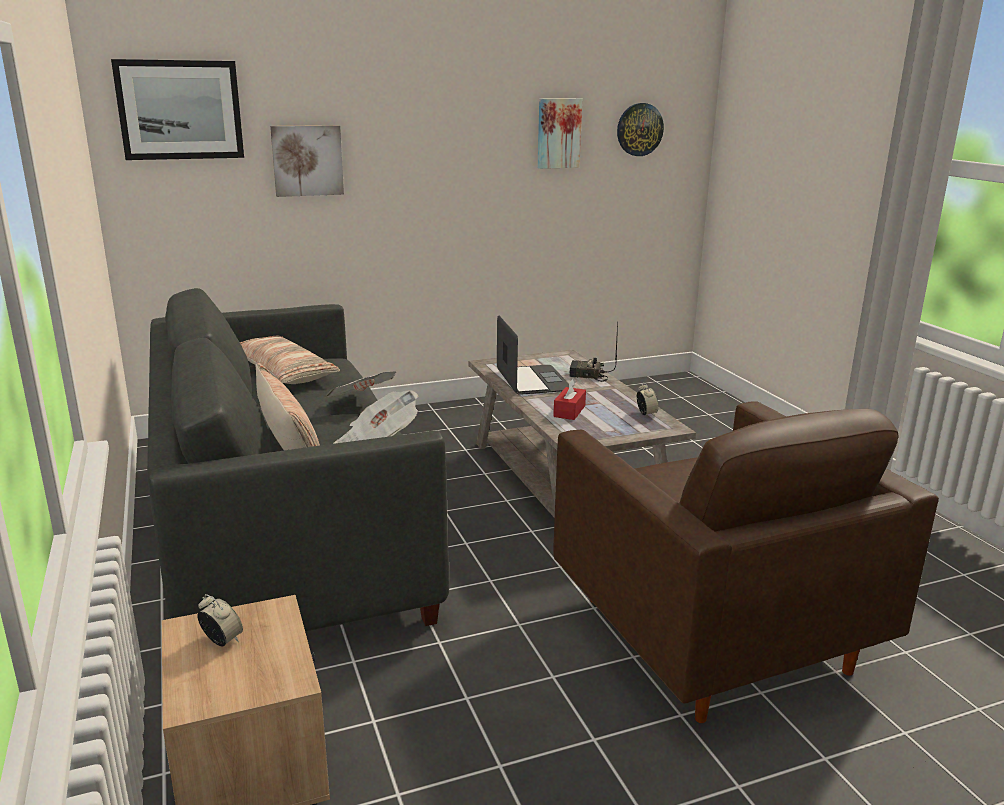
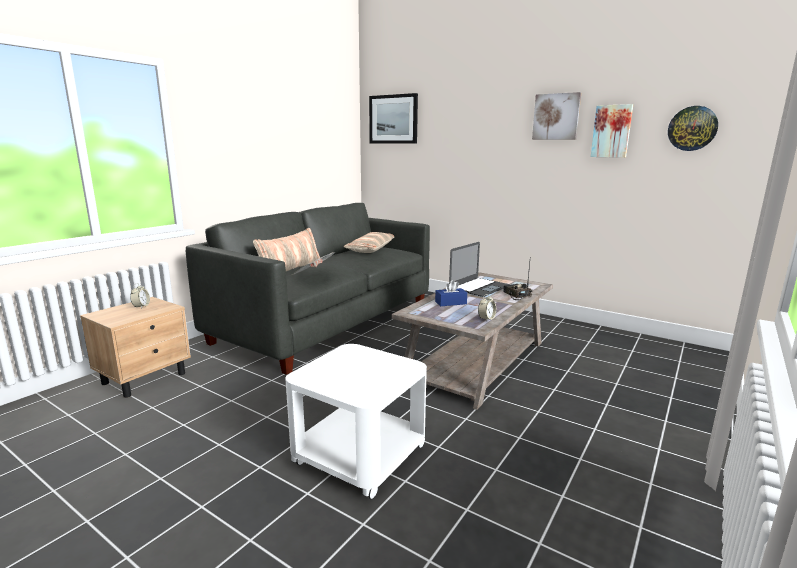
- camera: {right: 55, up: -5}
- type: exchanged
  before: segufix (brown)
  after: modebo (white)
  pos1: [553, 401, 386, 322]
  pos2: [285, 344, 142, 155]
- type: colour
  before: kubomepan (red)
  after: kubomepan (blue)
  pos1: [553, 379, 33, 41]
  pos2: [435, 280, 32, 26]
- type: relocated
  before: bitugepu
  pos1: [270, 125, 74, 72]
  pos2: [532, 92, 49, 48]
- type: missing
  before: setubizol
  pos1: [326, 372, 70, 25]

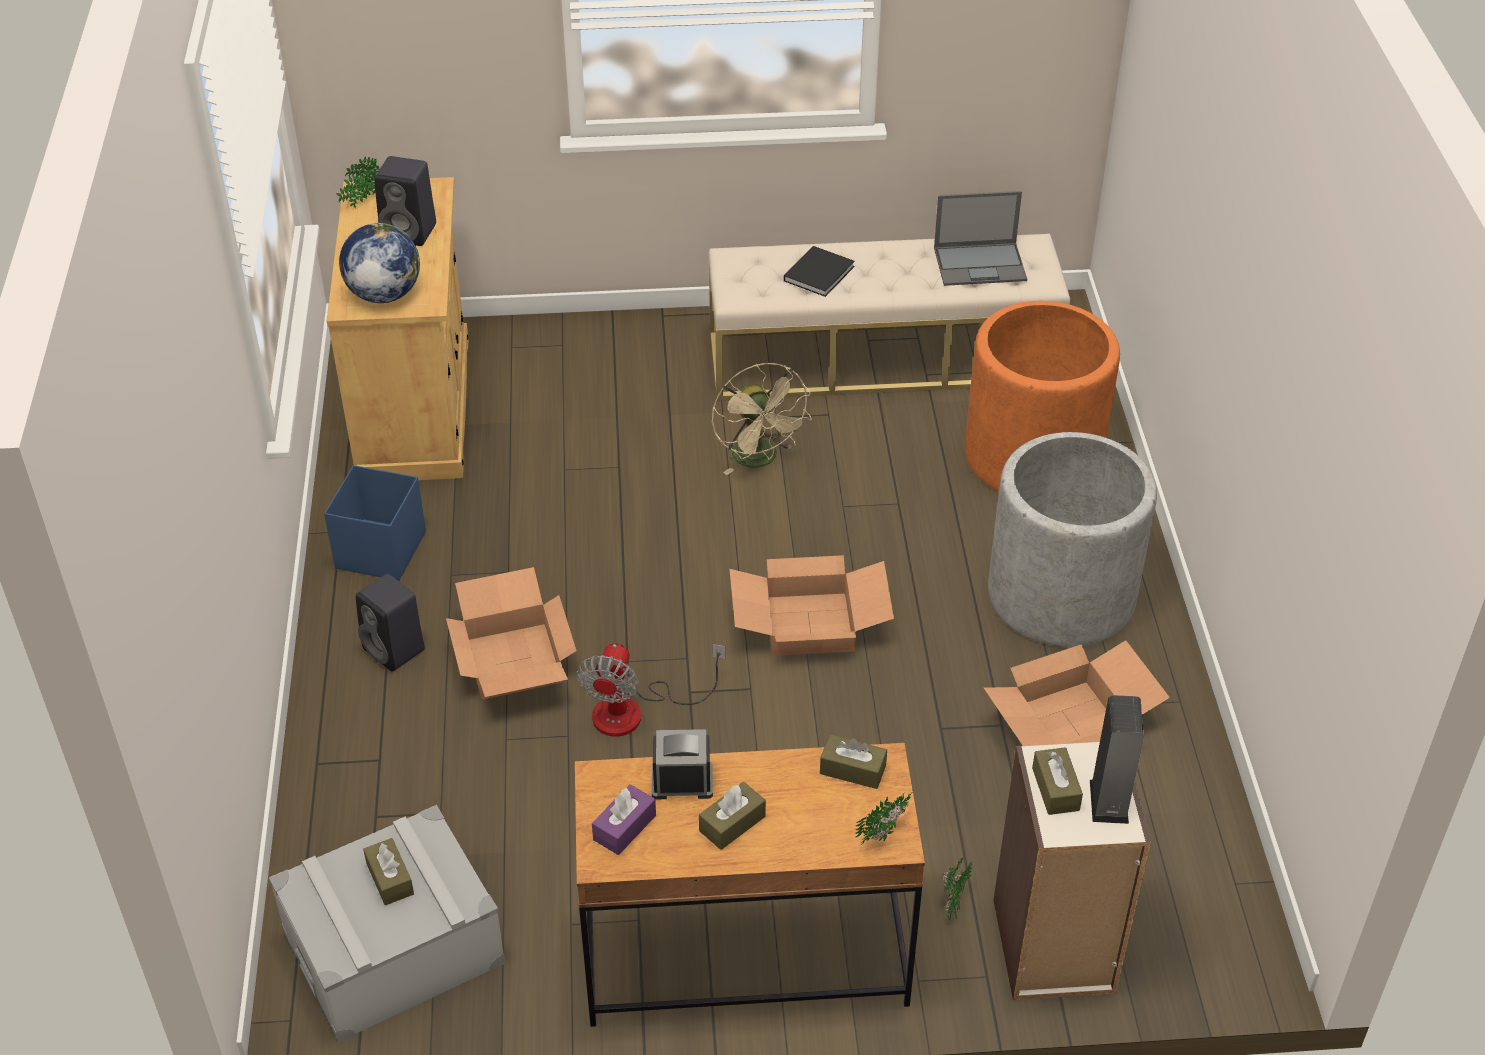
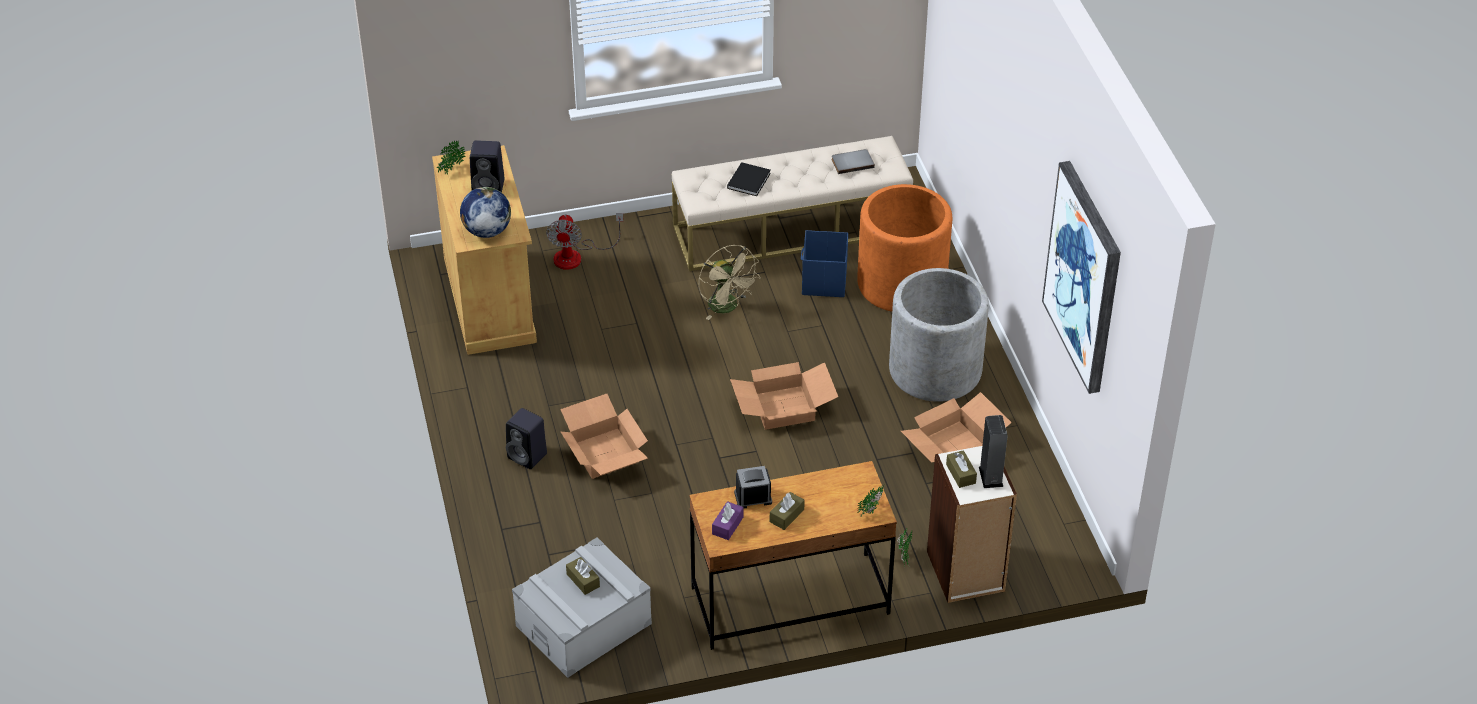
- camera: {right: -10, up: 0}
- type: relocated
  before: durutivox
  pos1: [577, 643, 148, 94]
  pos2: [546, 213, 78, 57]
- type: relocated
  before: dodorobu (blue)
  pos1: [324, 465, 102, 116]
  pos2: [801, 230, 47, 67]
- type: exchanged
  before: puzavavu
  after: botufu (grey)
  pos1: [934, 191, 93, 95]
  pos2: [832, 149, 43, 25]
- type: appeared
  after: bitugepu
  pos2: [1042, 161, 79, 233]
- type: missing
  before: kubomepan (brown)
  pos1: [820, 734, 67, 55]

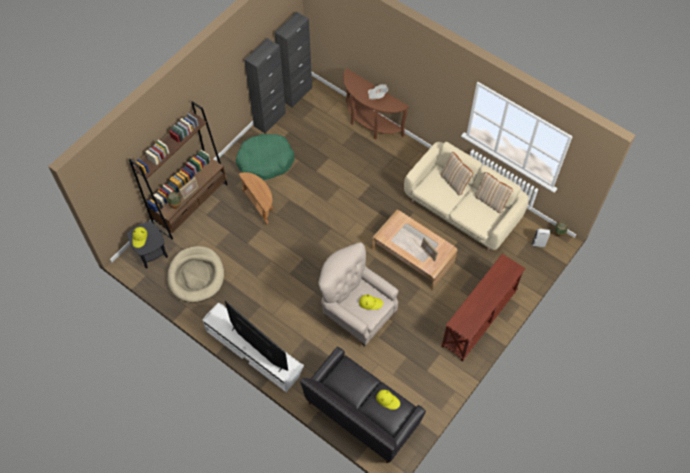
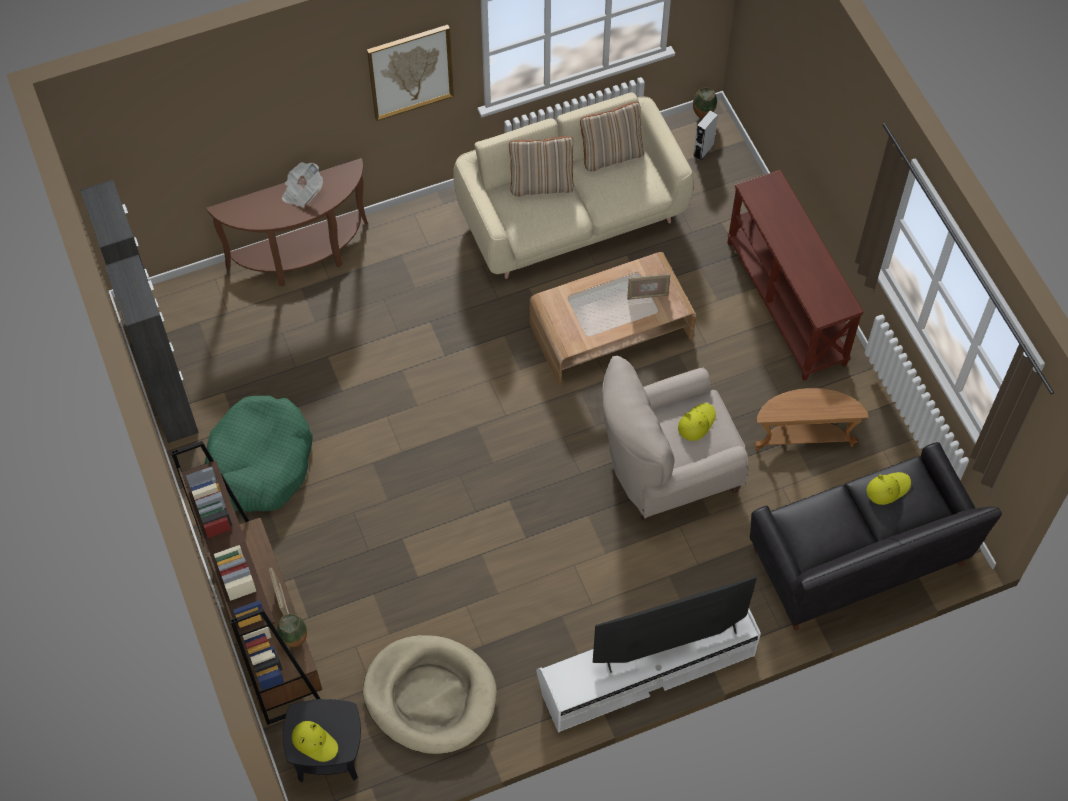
- camera: {right: -60, up: 0}
- type: appeared
  after: bitugepu
  pos2: [367, 25, 87, 96]
- type: relocated
  before: modebo (brown)
  pos1: [239, 172, 34, 53]
  pos2: [755, 388, 114, 63]

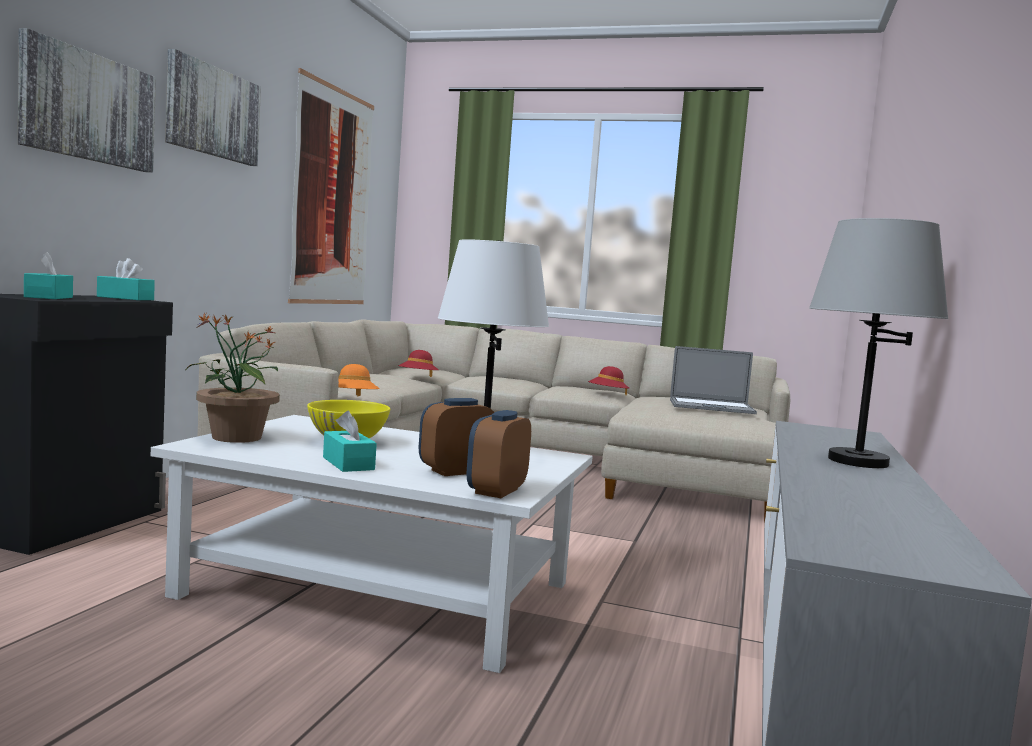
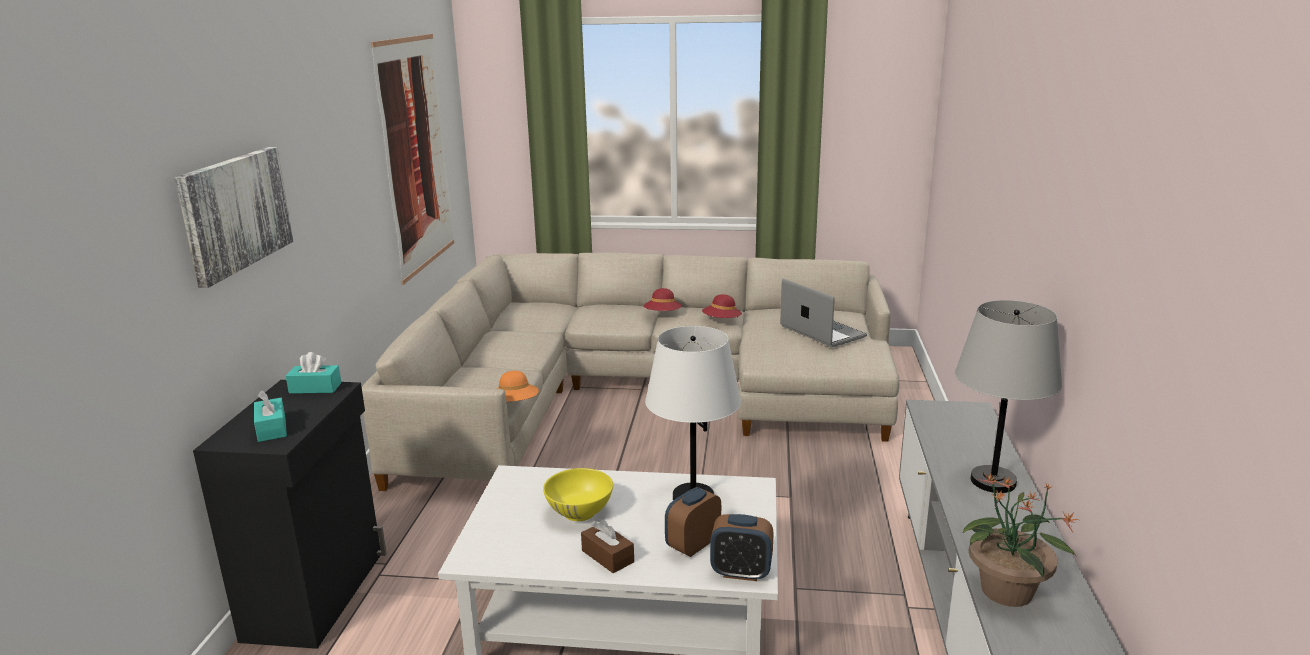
- camera: {right: -10, up: 15}
- type: colour
  before: kubomepan (turquoise)
  after: kubomepan (brown)
  pos1: [323, 411, 54, 61]
  pos2: [581, 520, 53, 53]
- type: relocated
  before: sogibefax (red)
  pos1: [398, 350, 41, 27]
  pos2: [644, 288, 38, 23]
- type: spun
  before: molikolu
  pos1: [467, 410, 64, 88]
  pos2: [710, 514, 64, 67]
  turn: -90
- type: spun
  before: puzavavu
  pos1: [670, 346, 87, 68]
  pos2: [780, 278, 87, 69]
  turn: -120
- type: relocated
  before: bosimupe
  pos1: [186, 312, 94, 131]
  pos2: [963, 473, 115, 134]
- type: missing
  before: bitugepu
  pos1: [165, 49, 96, 117]

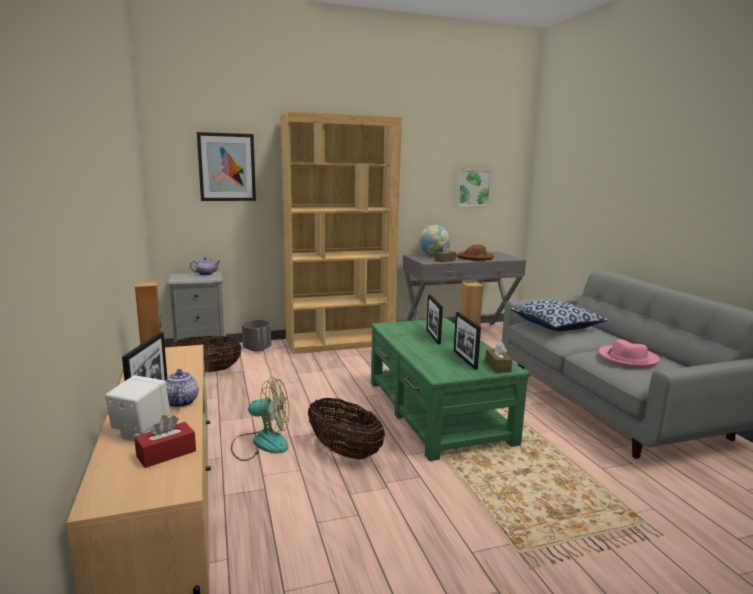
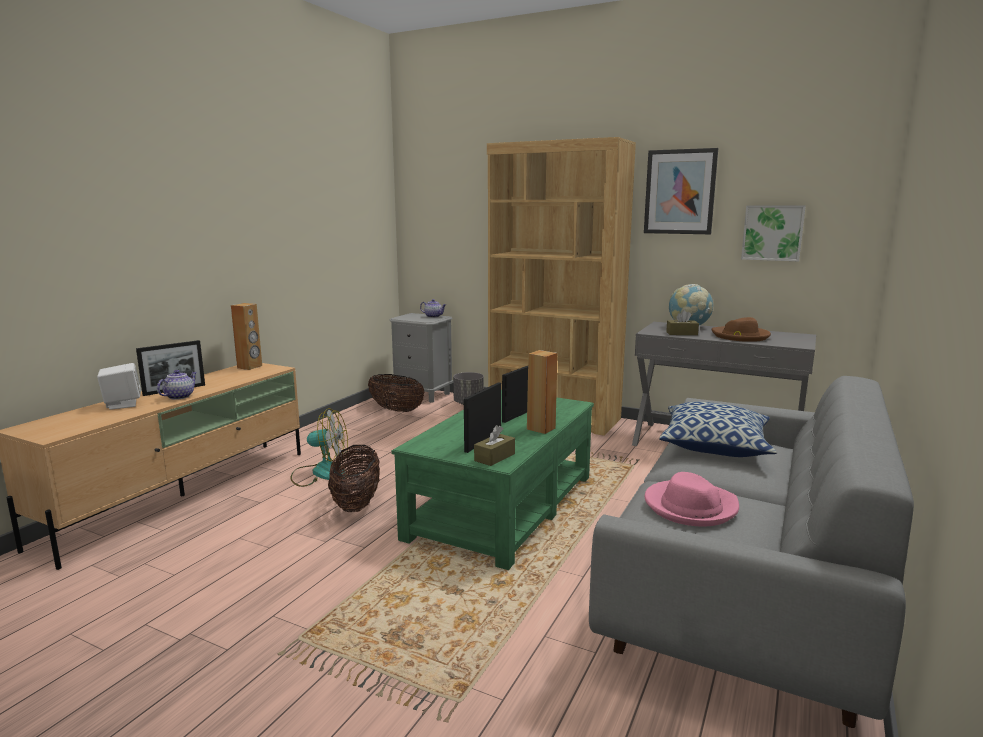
- camera: {right: 45, up: 0}
- type: spun
  before: durutivox
  pos1: [231, 377, 58, 84]
  pos2: [290, 408, 58, 79]
  turn: -45
- type: relocated
  before: bitugepu
  pos1: [197, 132, 59, 69]
  pos2: [644, 148, 74, 86]
- type: missing
  before: kubomepan (red)
  pos1: [134, 415, 62, 53]

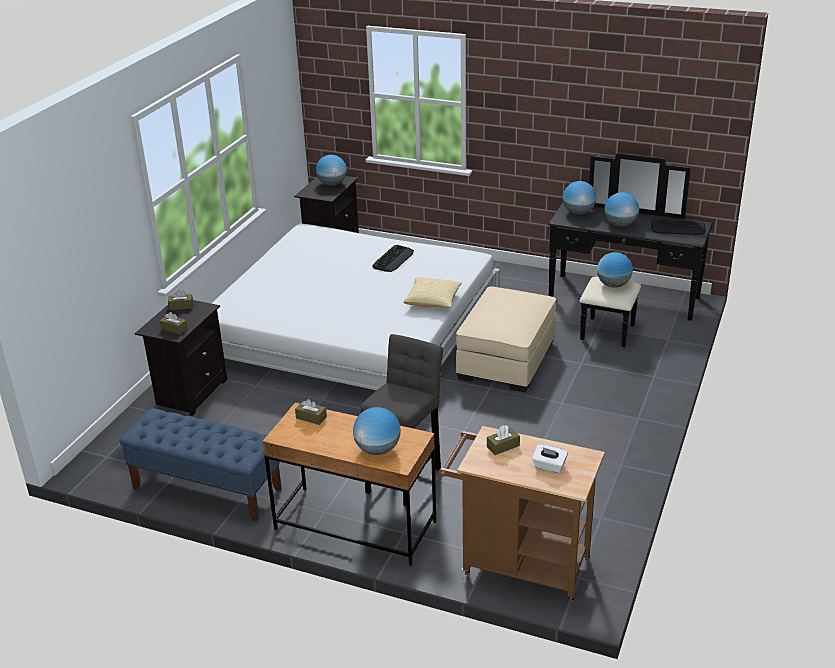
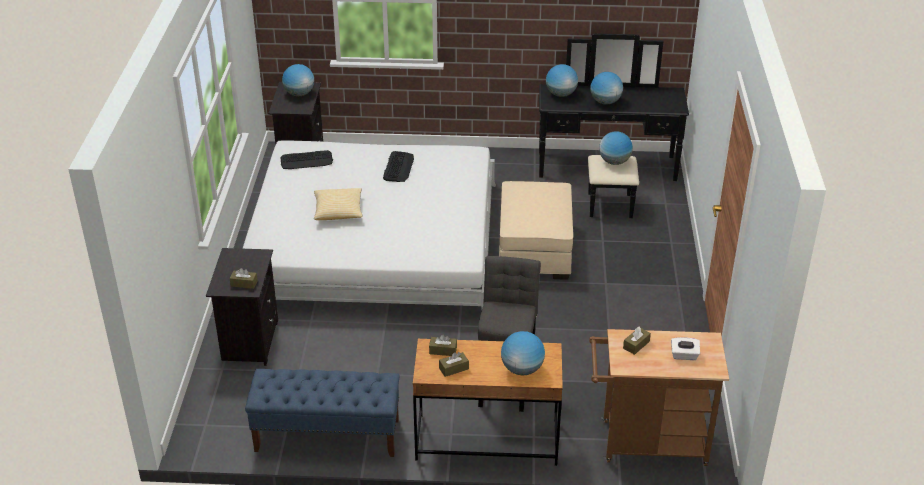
- camera: {right: -20, up: 5}
- type: relocated
  before: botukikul
  pos1: [651, 220, 55, 15]
  pos2: [280, 150, 53, 19]
- type: relocated
  before: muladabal
  pos1: [403, 277, 59, 31]
  pos2: [314, 188, 49, 32]
- type: relocated
  before: kubomepan (brown)
  pos1: [168, 290, 25, 20]
  pos2: [439, 352, 30, 25]

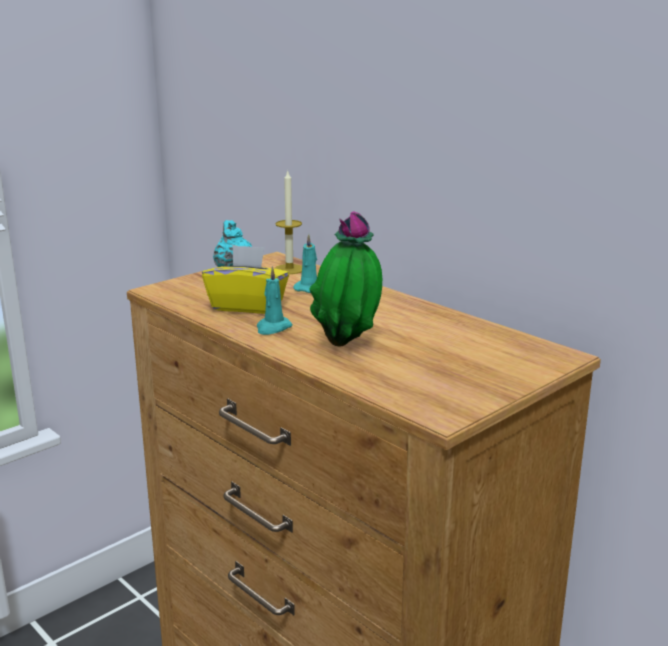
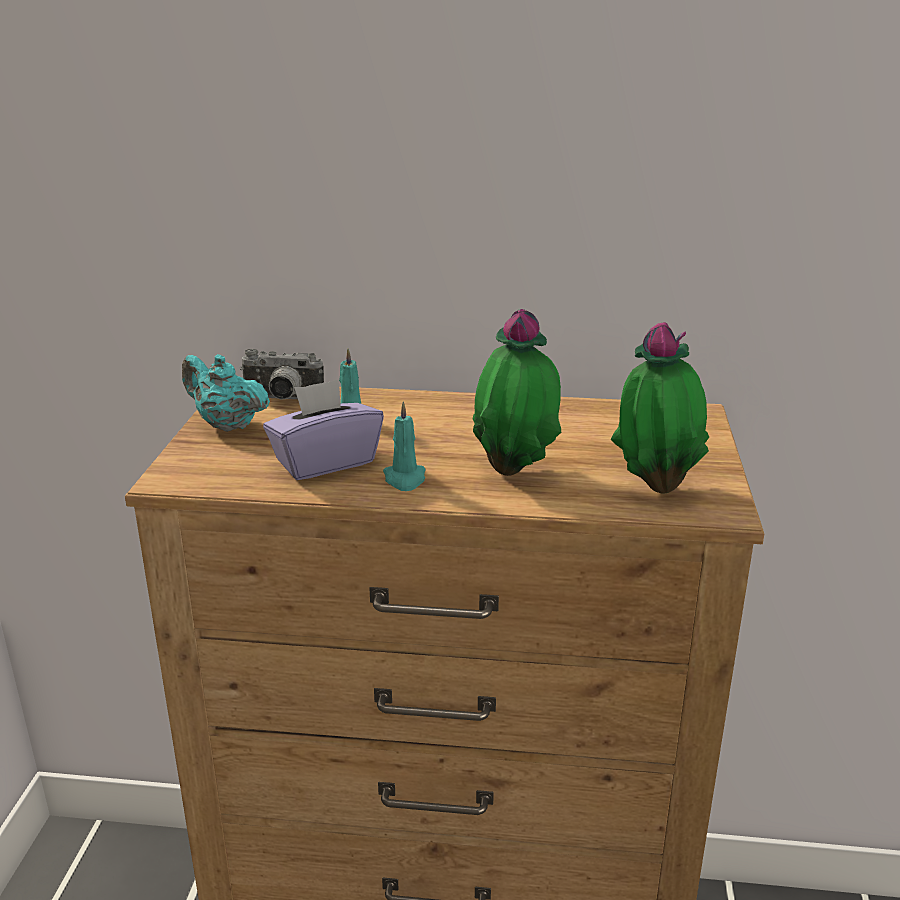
- camera: {right: -40, up: 5}
- type: exchanged
  before: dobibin
  after: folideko
  pos1: [274, 170, 28, 104]
  pos2: [240, 349, 84, 51]
- type: colour
  before: kubomepan (yellow)
  after: kubomepan (purple)
  pos1: [202, 245, 88, 69]
  pos2: [263, 379, 121, 101]
- type: appeared
  after: bosimupe
  pos2: [611, 322, 98, 172]

